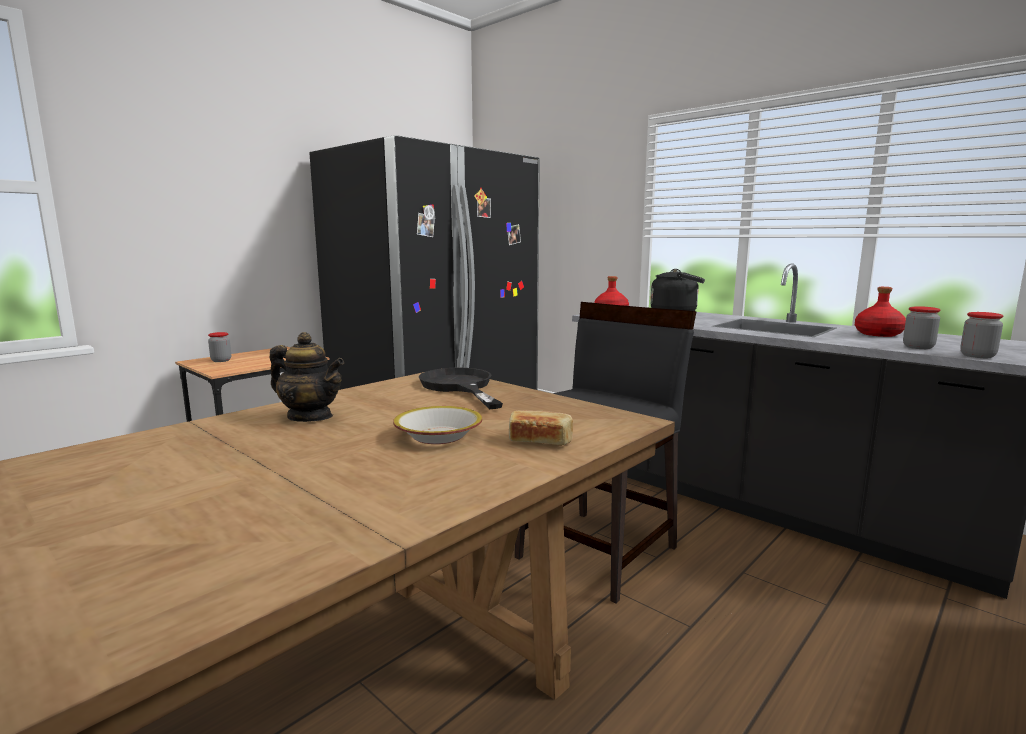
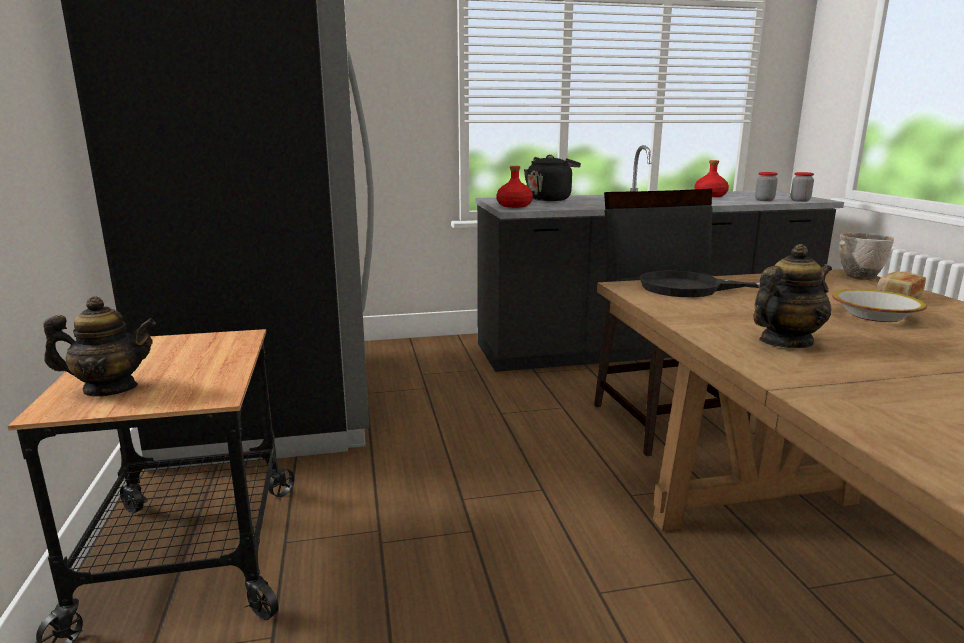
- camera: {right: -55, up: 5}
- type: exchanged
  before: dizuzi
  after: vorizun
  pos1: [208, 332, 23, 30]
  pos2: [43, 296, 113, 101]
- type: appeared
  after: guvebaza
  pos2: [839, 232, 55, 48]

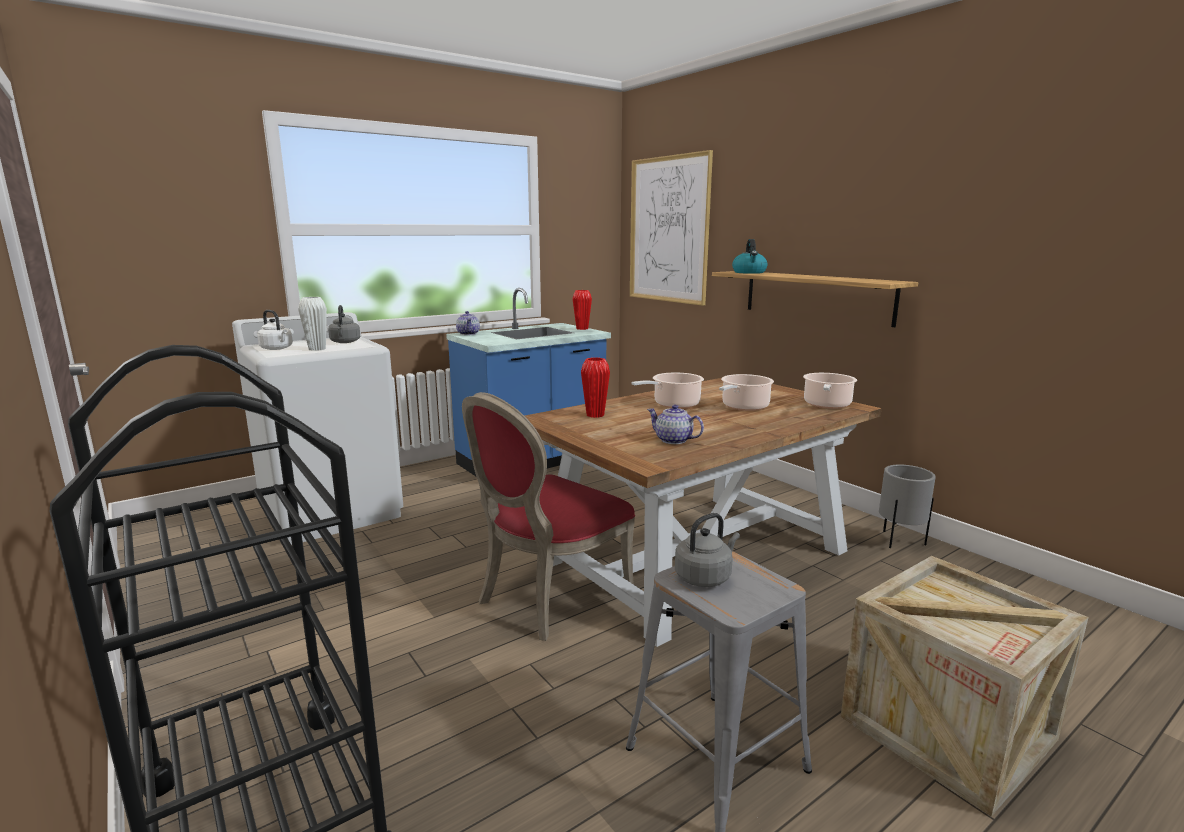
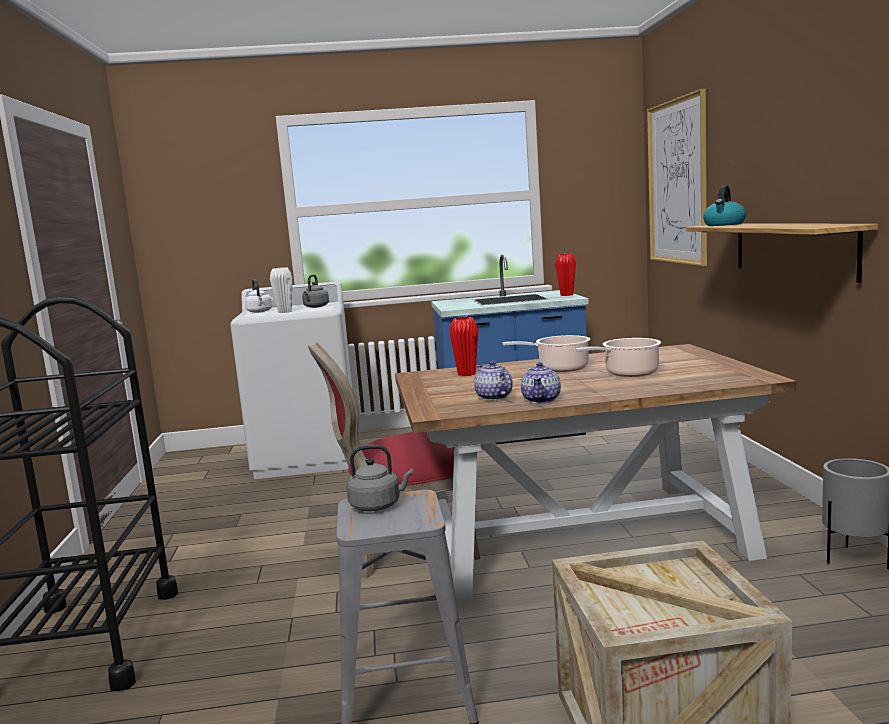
- camera: {right: 30, up: -5}
- type: relocated
  before: vorizun
  pos1: [456, 311, 24, 24]
  pos2: [521, 362, 40, 41]
- type: missing
  before: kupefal
  pos1: [803, 373, 54, 36]

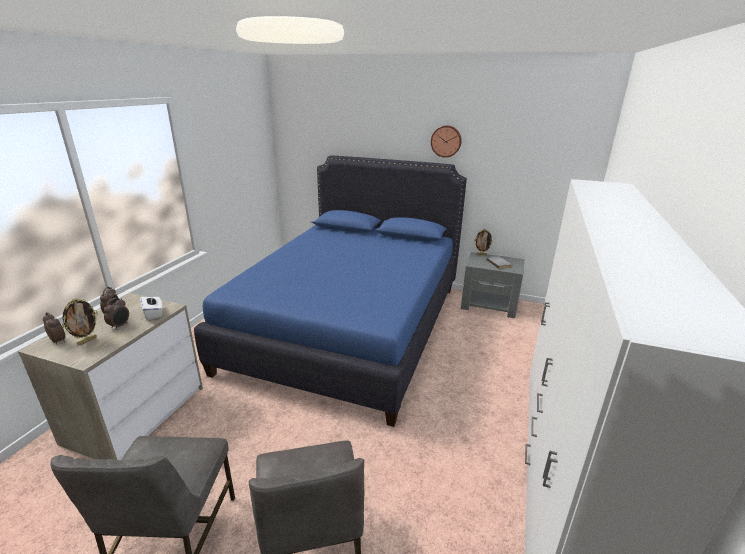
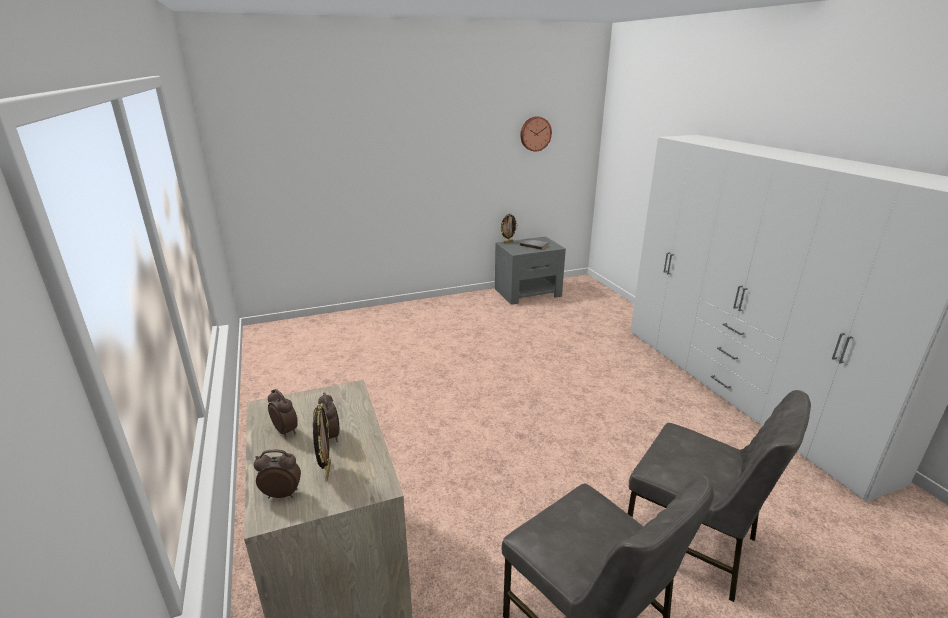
- camera: {right: -40, up: 0}
- type: relocated
  before: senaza
  pos1: [431, 125, 31, 33]
  pos2: [520, 117, 32, 34]
- type: missing
  before: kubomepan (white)
  pos1: [140, 294, 23, 26]
- type: missing
  before: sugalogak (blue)
  pos1: [194, 155, 273, 272]

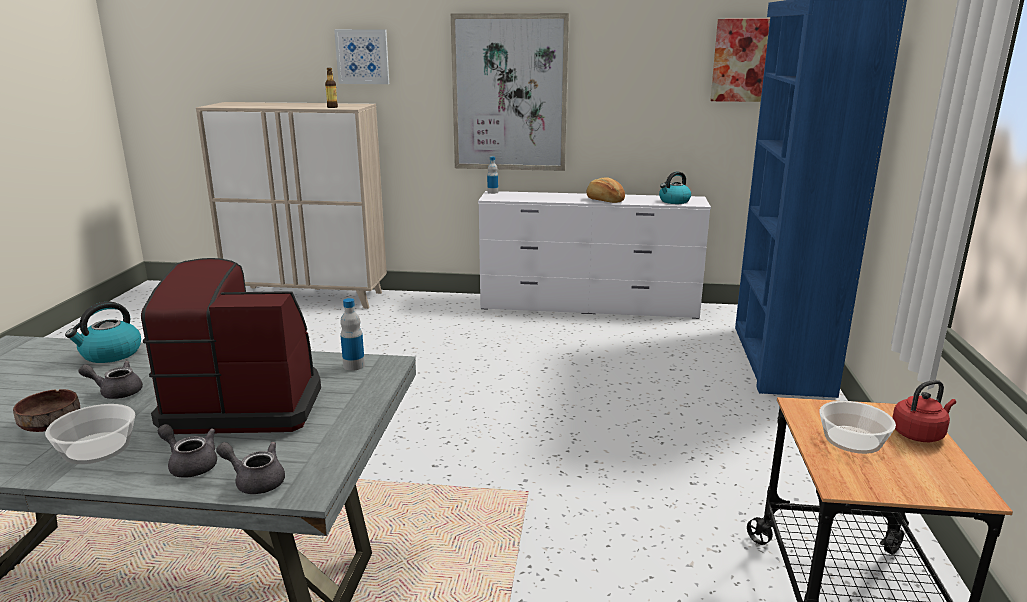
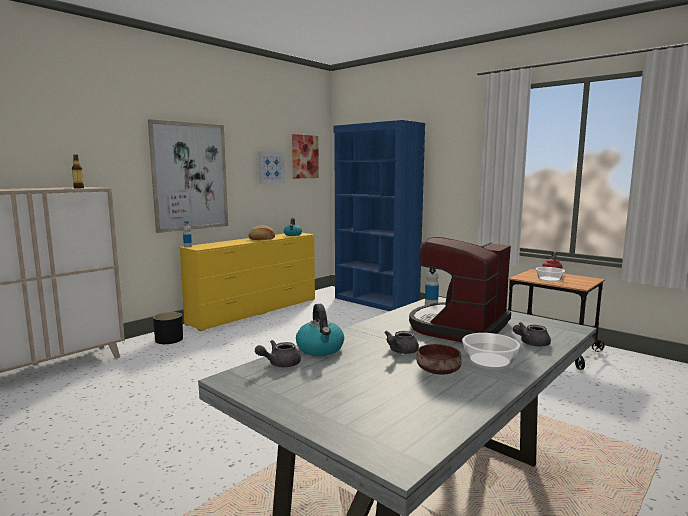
- camera: {right: -55, up: -10}
- type: appeared
  after: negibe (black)
  pos2: [153, 312, 30, 32]
- type: colour
  before: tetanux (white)
  after: tetanux (yellow)
  pos1: [478, 191, 233, 128]
  pos2: [179, 233, 136, 98]
- type: relocated
  before: vorizun (grey)
  pos1: [216, 442, 69, 52]
  pos2: [255, 340, 46, 27]
- type: relocated
  before: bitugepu
  pos1: [334, 29, 55, 55]
  pos2: [258, 151, 27, 33]

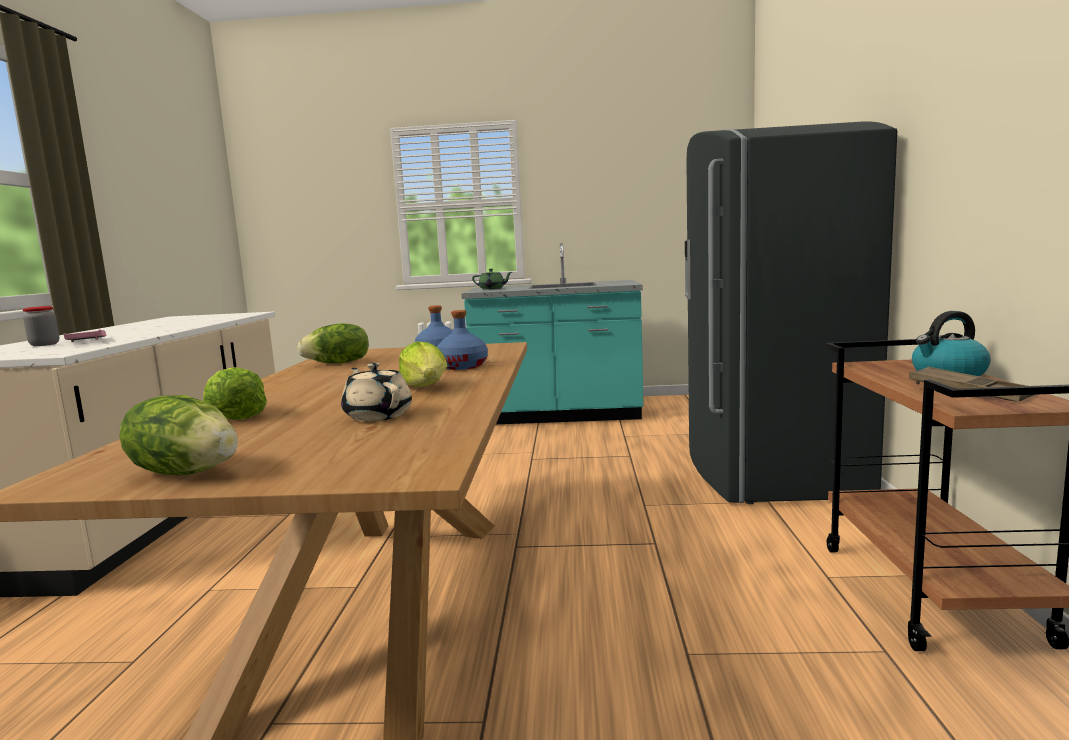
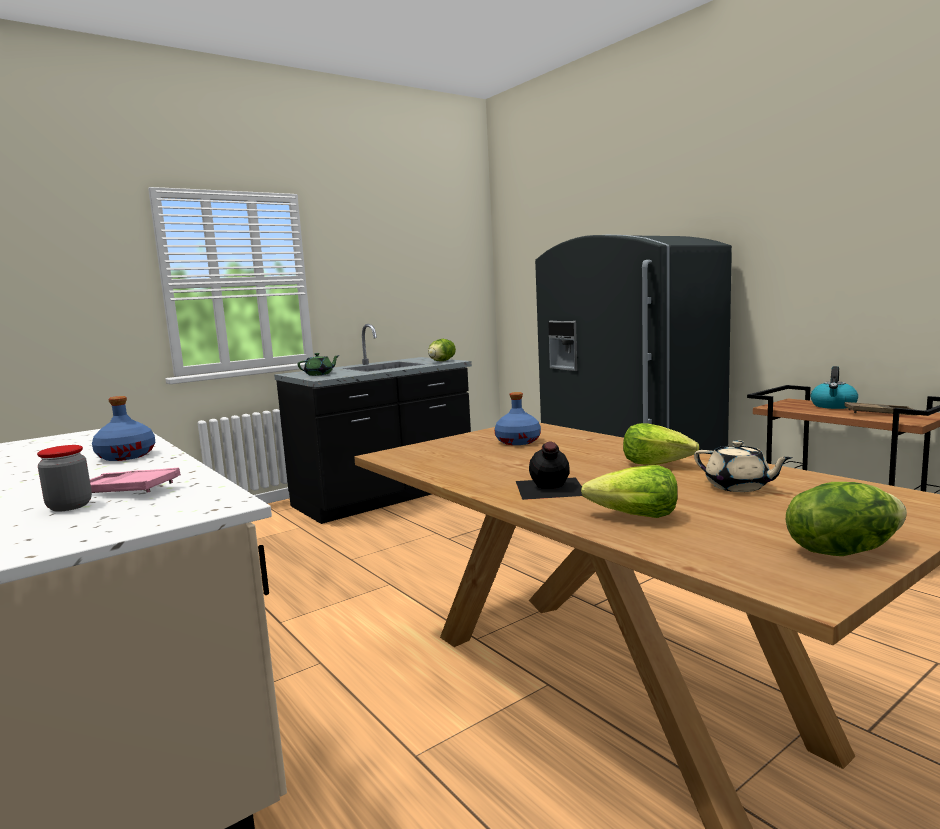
- camera: {right: -40, up: 0}
- type: relocated
  before: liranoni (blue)
  pos1: [437, 310, 51, 60]
  pos2: [92, 396, 63, 65]
- type: colour
  before: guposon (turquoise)
  after: guposon (black)
  pos1: [462, 243, 182, 181]
  pos2: [274, 324, 198, 200]
- type: relocated
  before: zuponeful
  pos1: [297, 323, 72, 40]
  pos2: [428, 339, 28, 22]
- type: appeared
  after: liranoni (black)
  pos2: [516, 442, 66, 58]
- type: spun
  before: vorizun (beige)
  pos1: [341, 363, 71, 58]
  pos2: [694, 440, 98, 52]
  turn: -150

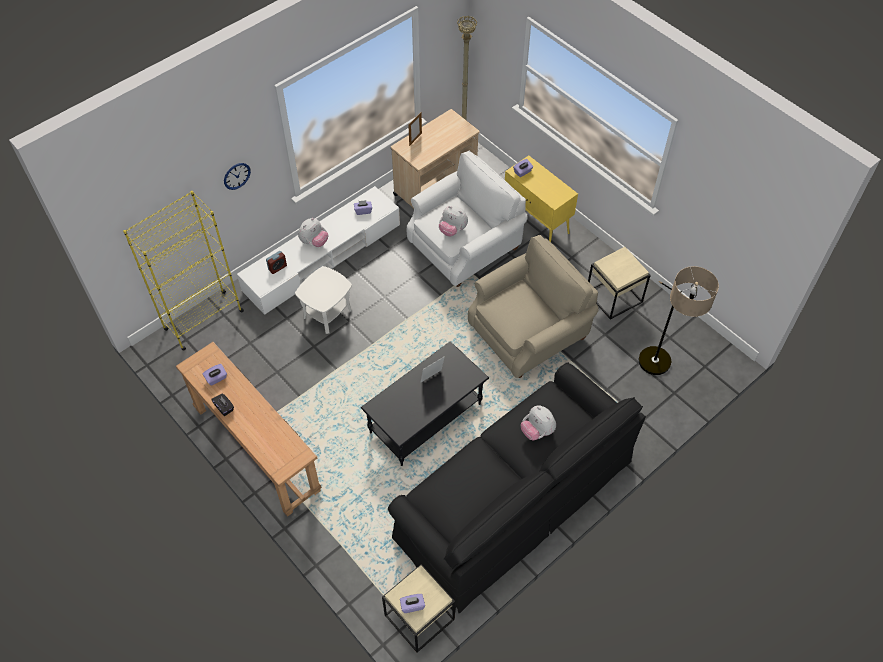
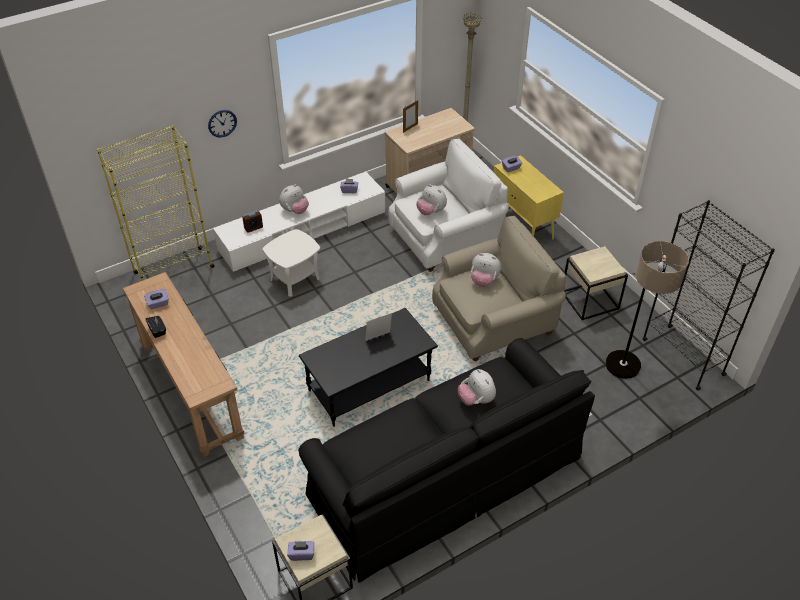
- camera: {right: 10, up: -10}
- type: appeared
  after: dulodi
  pos2: [471, 253, 30, 34]
- type: appeared
  after: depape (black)
  pos2: [643, 200, 132, 191]

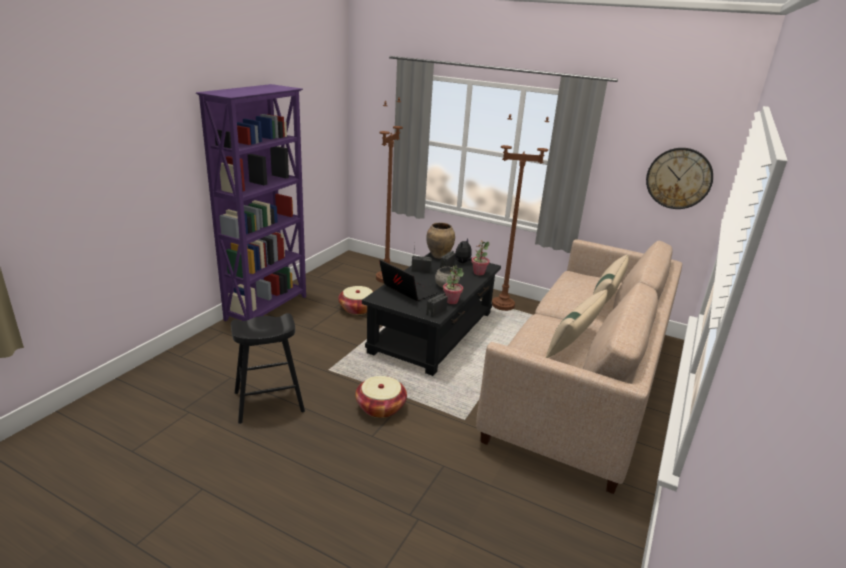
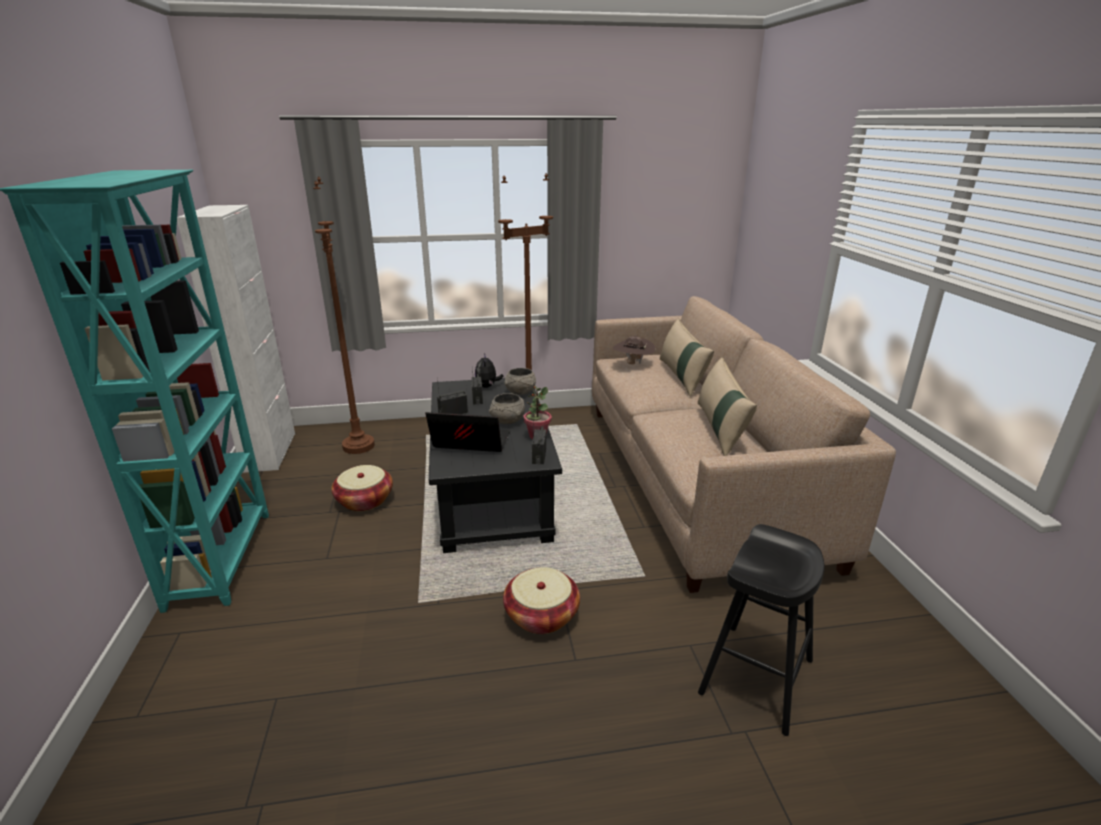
- camera: {right: -35, up: 0}
- type: colour
  before: depape (purple)
  after: depape (turquoise)
  pos1: [196, 84, 110, 237]
  pos2: [0, 170, 269, 443]
- type: appeared
  after: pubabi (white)
  pos2: [177, 205, 118, 268]
- type: exchanged
  before: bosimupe
  after: guvebaza (grey)
  pos1: [471, 241, 19, 34]
  pos2: [505, 368, 31, 27]
- type: appeared
  after: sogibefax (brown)
  pos2: [613, 336, 42, 28]
- type: relocated
  before: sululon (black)
  pos1: [231, 313, 74, 111]
  pos2: [698, 524, 127, 212]
- type: missing
  before: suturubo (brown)
  pos1: [426, 222, 29, 37]
- type: missing
  before: senaza
  pos1: [646, 148, 67, 61]

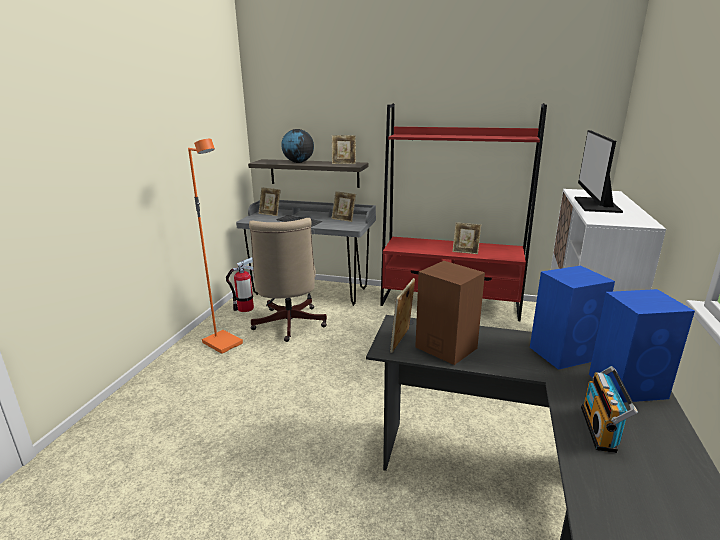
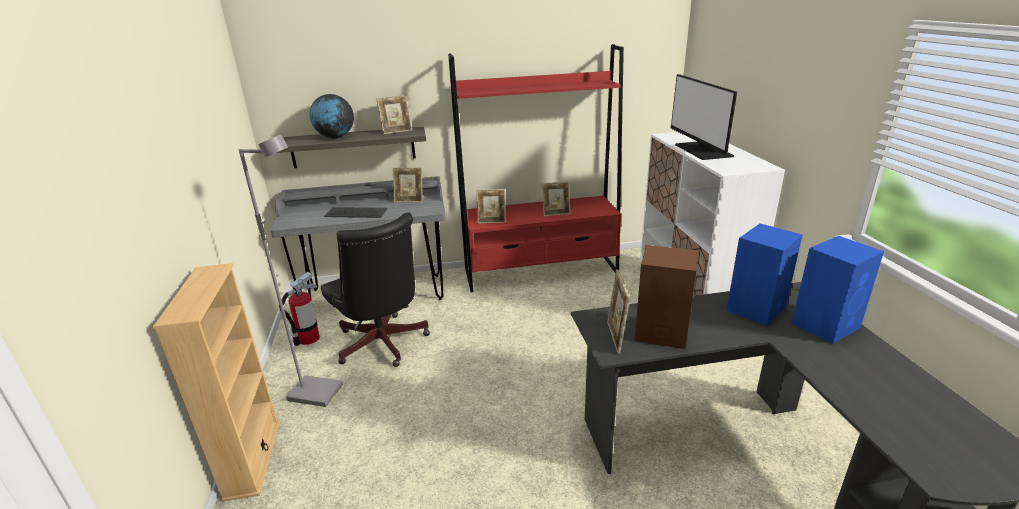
- camera: {right: -25, up: 5}
- type: appeared
  after: depape (beige)
  pos2: [153, 263, 127, 239]
- type: colour
  before: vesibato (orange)
  after: vesibato (grey)
  pos1: [188, 139, 55, 215]
  pos2: [239, 135, 104, 272]
- type: colour
  before: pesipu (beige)
  after: pesipu (black)
  pos1: [249, 218, 78, 124]
  pos2: [321, 212, 109, 155]
- type: relocated
  before: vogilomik
  pos1: [258, 187, 23, 29]
  pos2: [476, 189, 30, 35]
- type: missing
  before: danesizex
  pos1: [581, 366, 57, 87]

